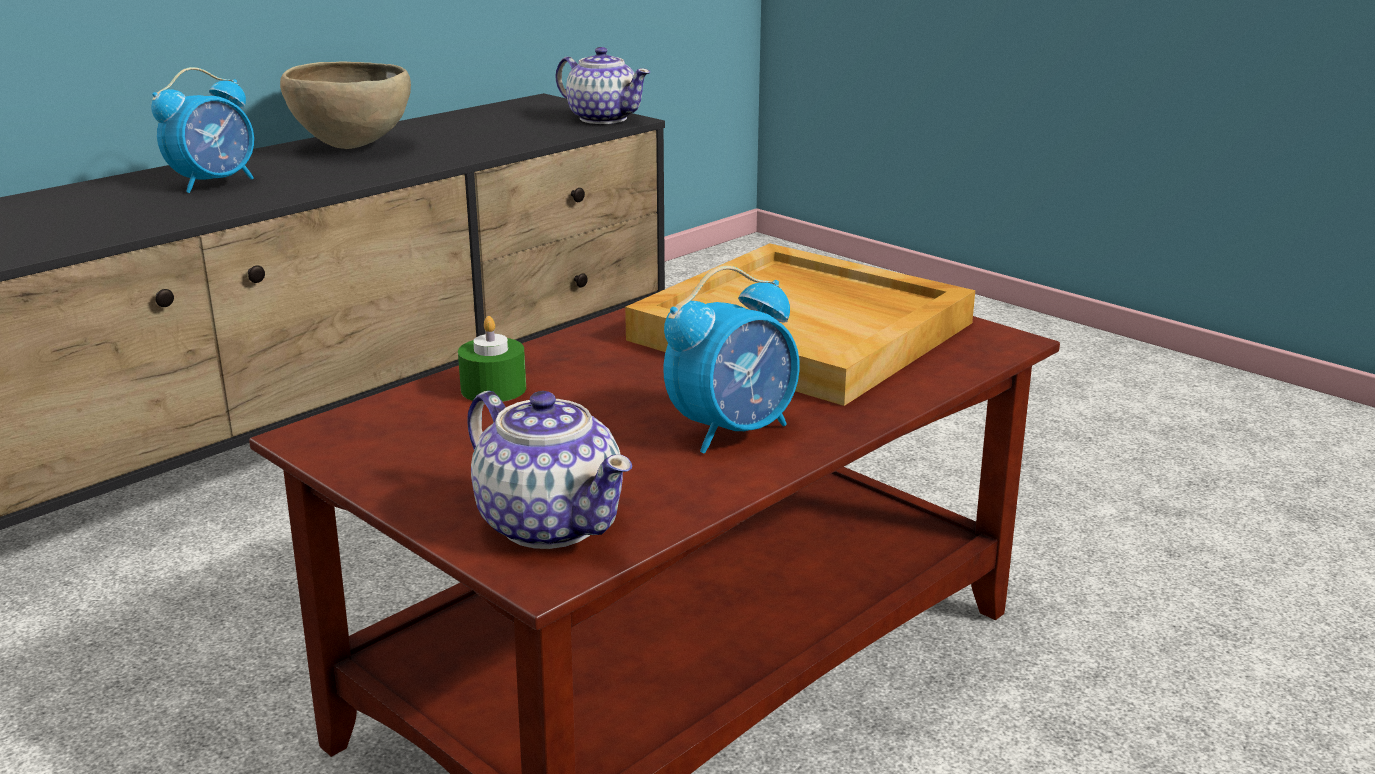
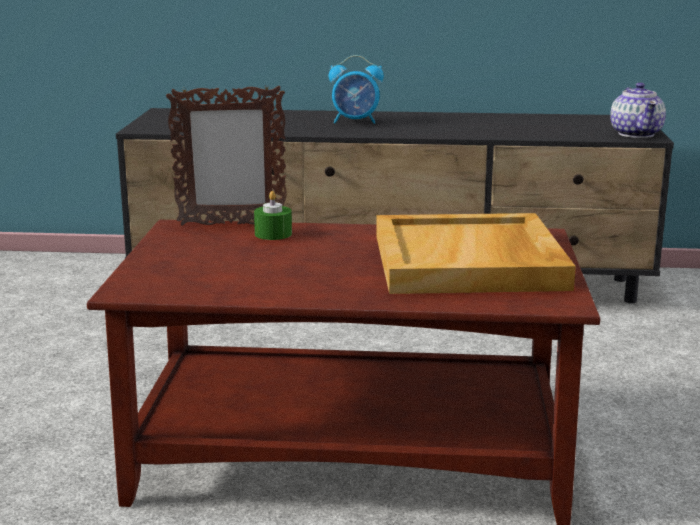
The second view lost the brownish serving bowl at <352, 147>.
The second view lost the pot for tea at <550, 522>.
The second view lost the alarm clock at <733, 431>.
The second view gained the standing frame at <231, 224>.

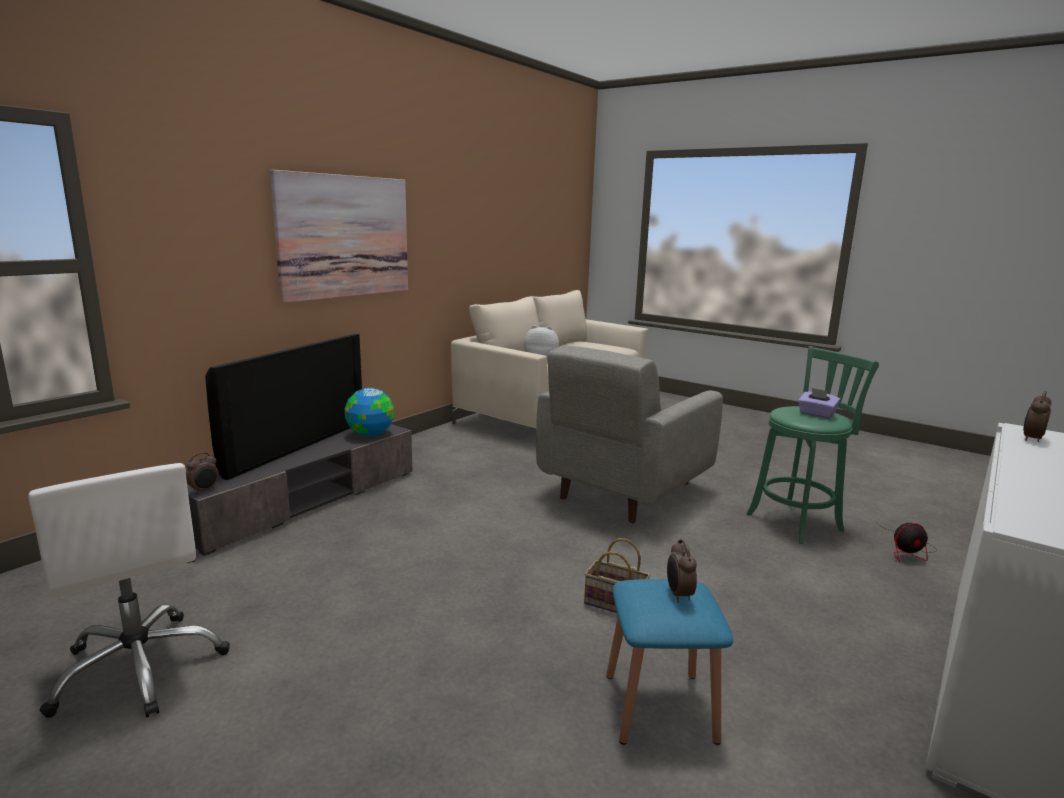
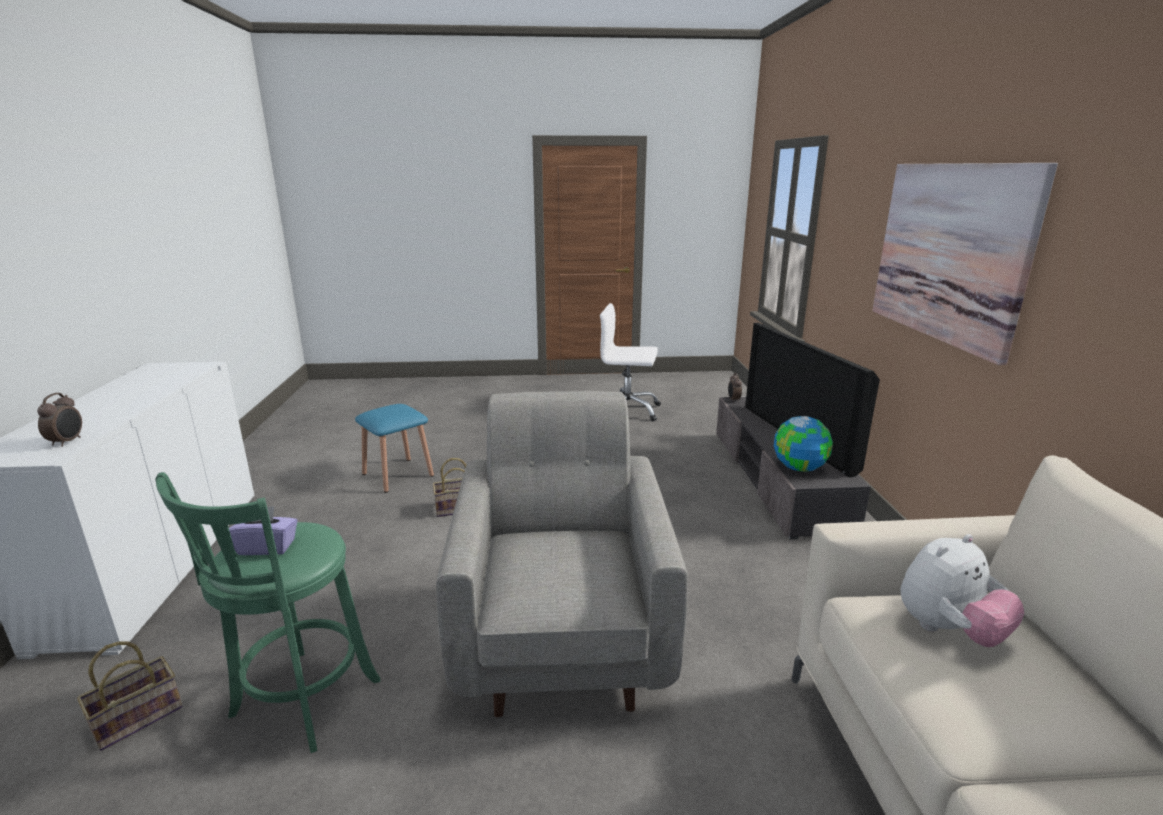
The second view lost the alarm clock at <678, 595>.
Where the cooling fan stood at <908, 551>, the storage basket came to stand at <139, 716>.

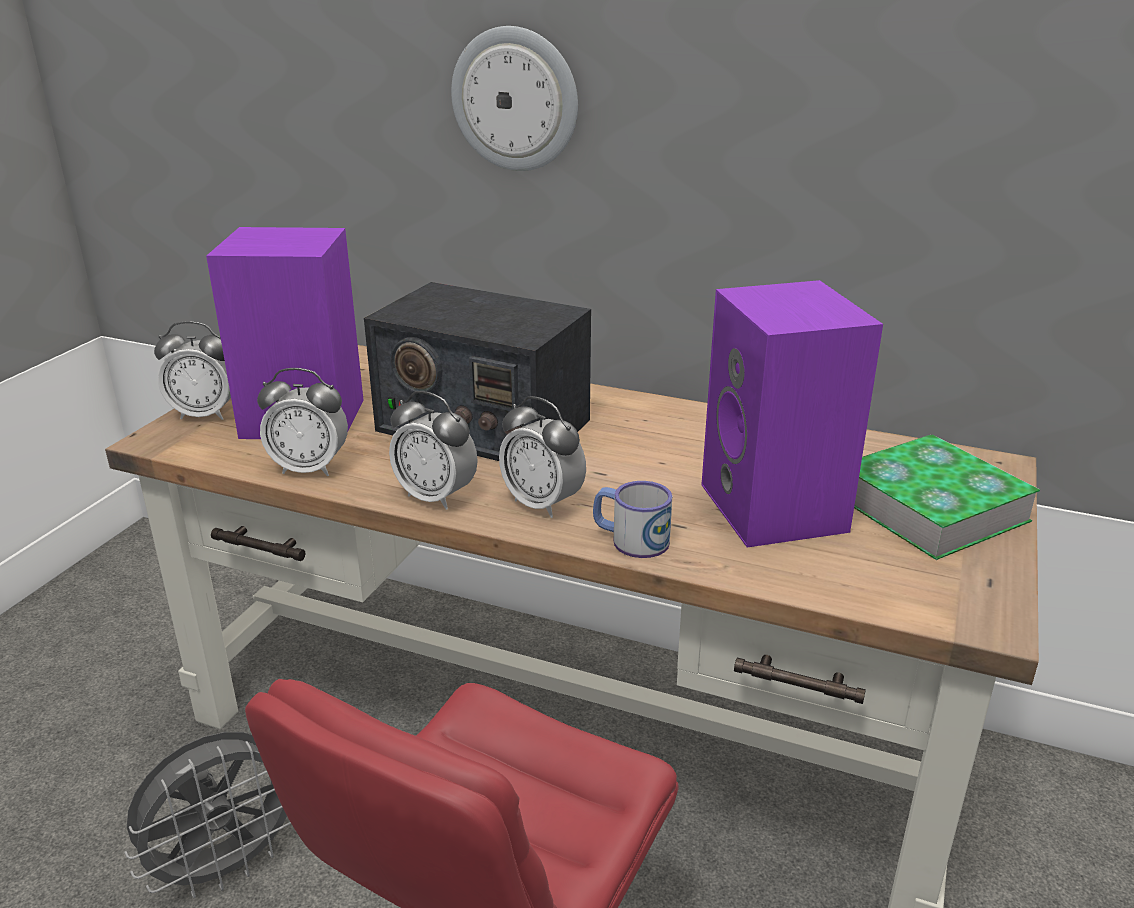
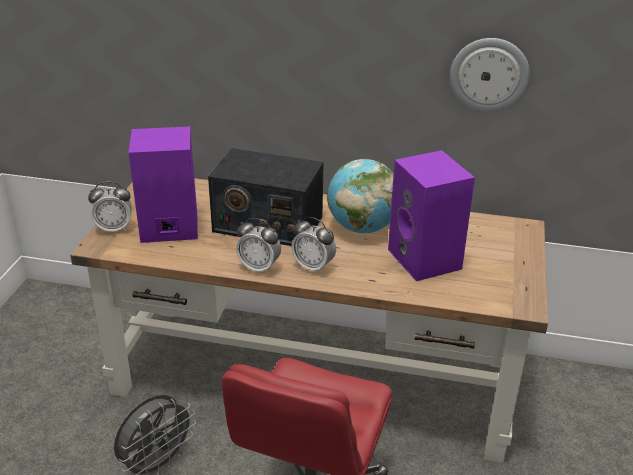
The second view lost the alarm clock at <309, 468>.
The hanging clock ended up elsewhere, having gone from <515, 99> to <489, 74>.
The second view lost the tea mug at <630, 539>.
The second view lost the volume at <929, 507>.
The second view gained the globe at <362, 228>.

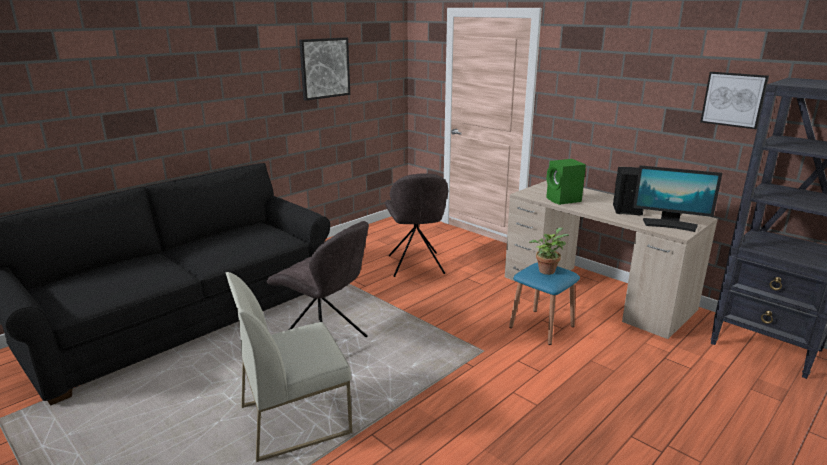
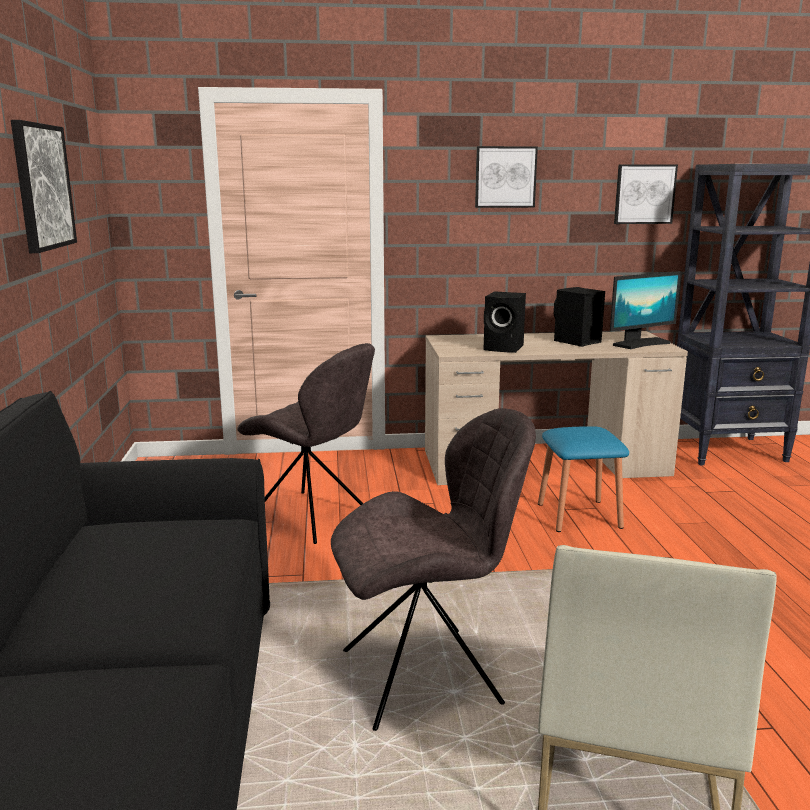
The second view lost the plant in a pot at <547, 270>.
What was the greenish loudspeaker at <563, 200> turned into the black loudspeaker at <505, 348>.
The second view gained the wall art at <505, 177>.

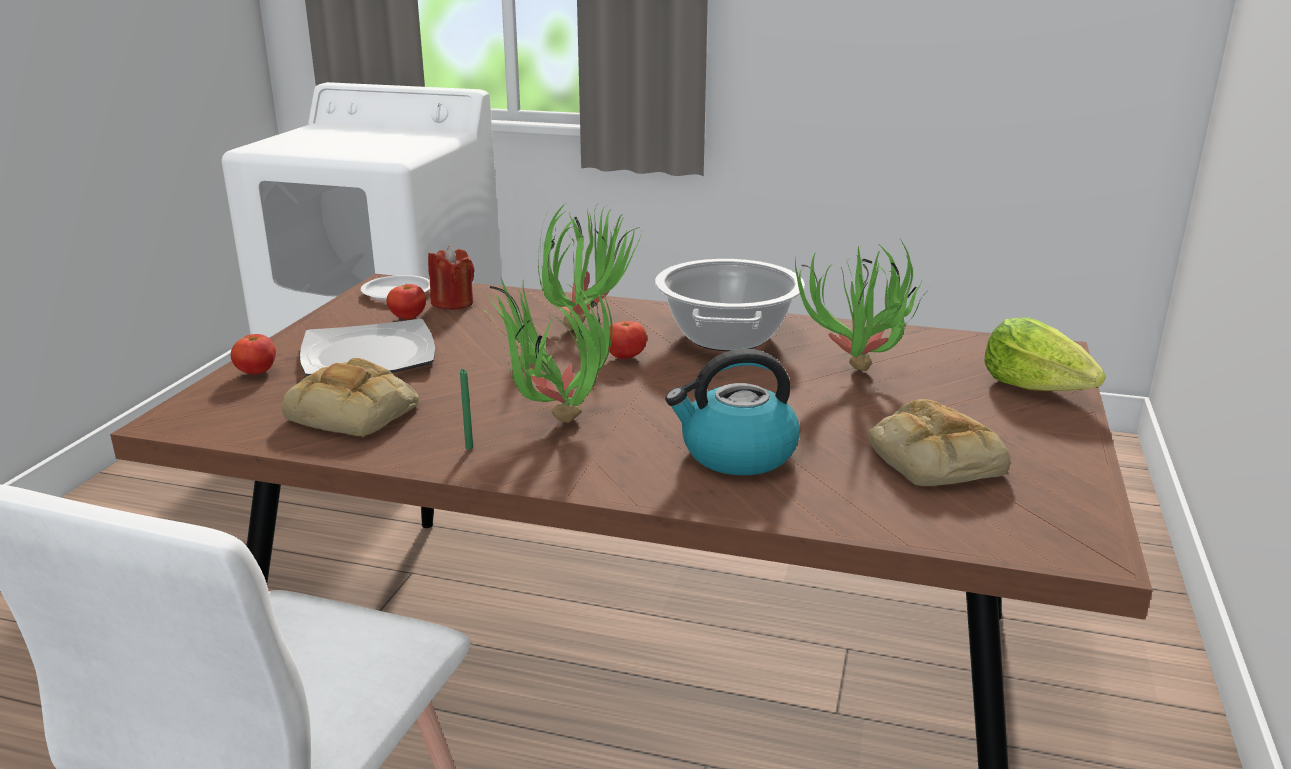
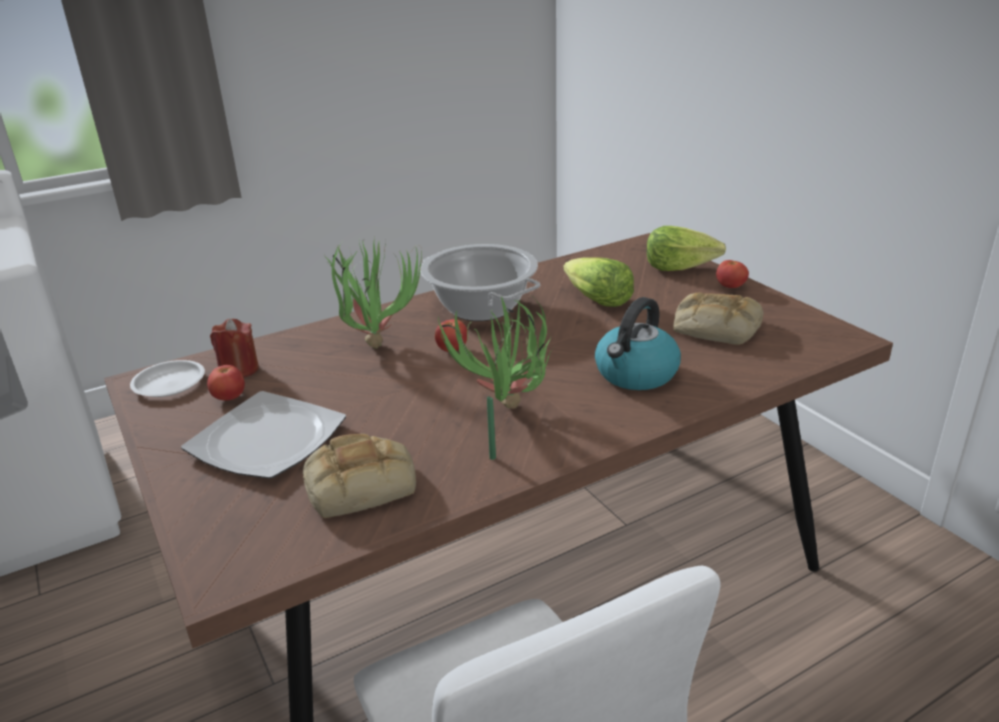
The whole tomato ended up elsewhere, having gone from <256, 373> to <730, 287>.
Where the plant in a pot stood at <857, 377>, the lettuce head came to stand at <596, 300>.

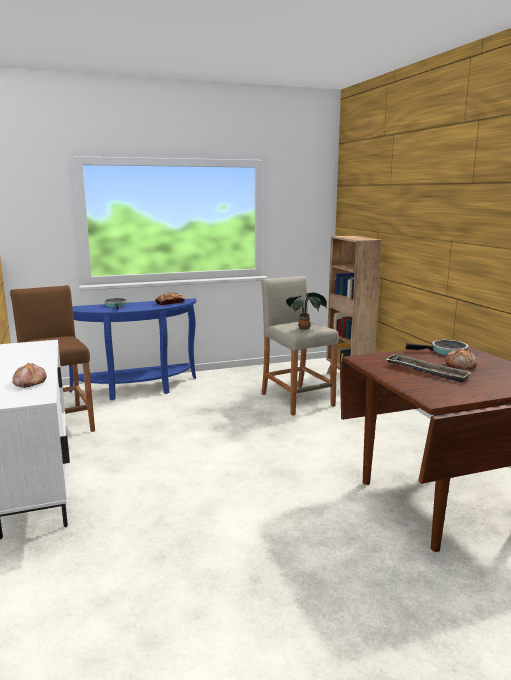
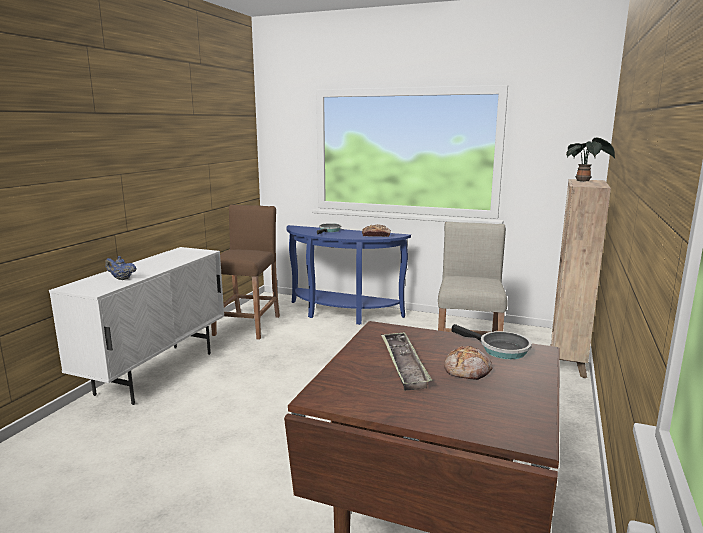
Where the baked bread stood at <29, 383>, the blue-coloured pot for tea came to stand at <121, 279>.
The plant in a pot ended up elsewhere, having gone from <305, 328> to <584, 181>.

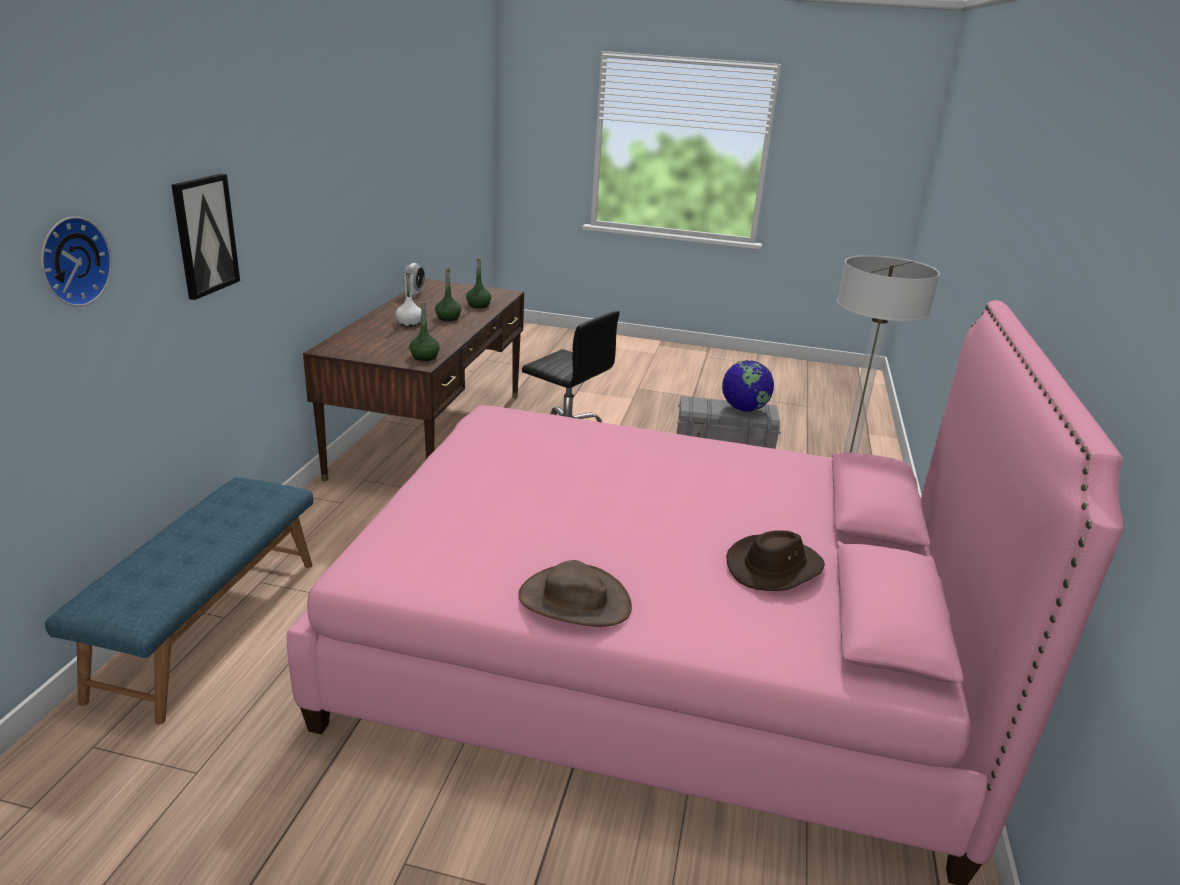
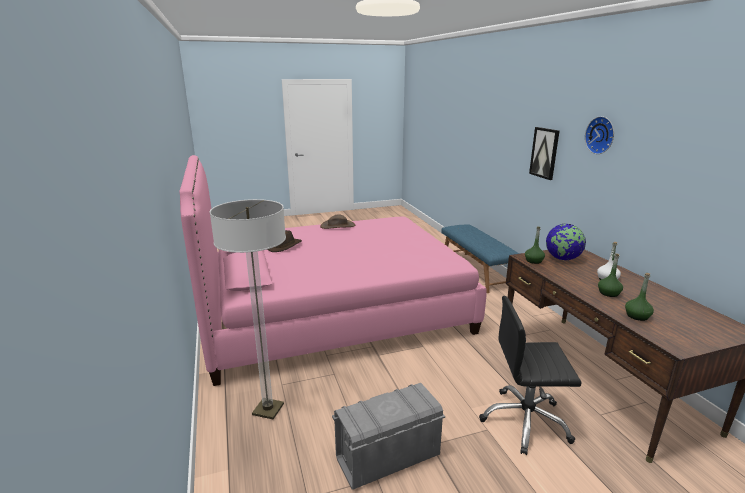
The hanging clock ended up elsewhere, having gone from <71, 261> to <601, 135>.
The second view lost the alarm clock at <414, 294>.
The globe ended up elsewhere, having gone from <744, 409> to <562, 259>.

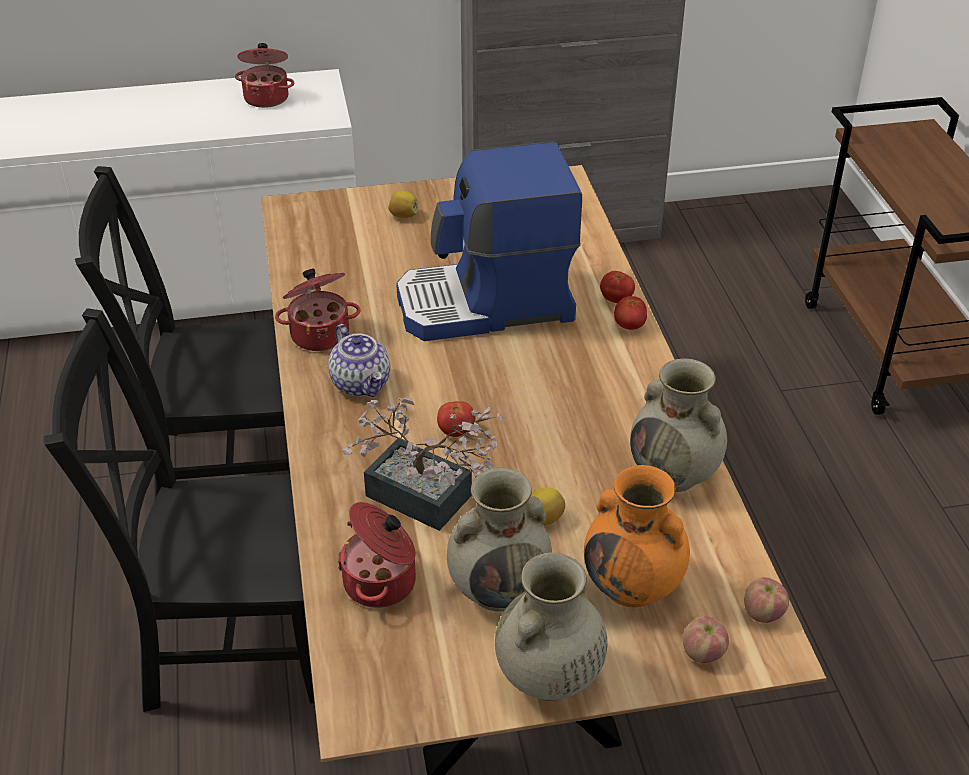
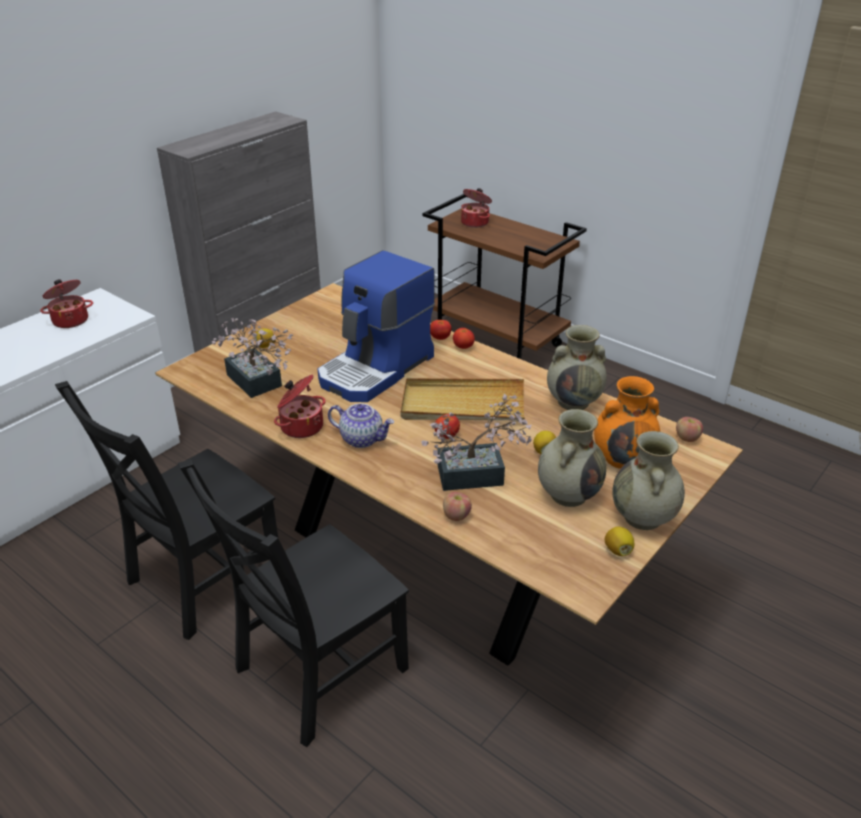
The cooking pot ended up elsewhere, having gone from <382, 582> to <475, 222>.
The apple ended up elsewhere, having gone from <703, 653> to <456, 516>.
The second view gained the plant in a pot at <257, 384>.
The second view gained the beige-coloured tray at <462, 405>.
The second view gained the lemon at <618, 550>.

